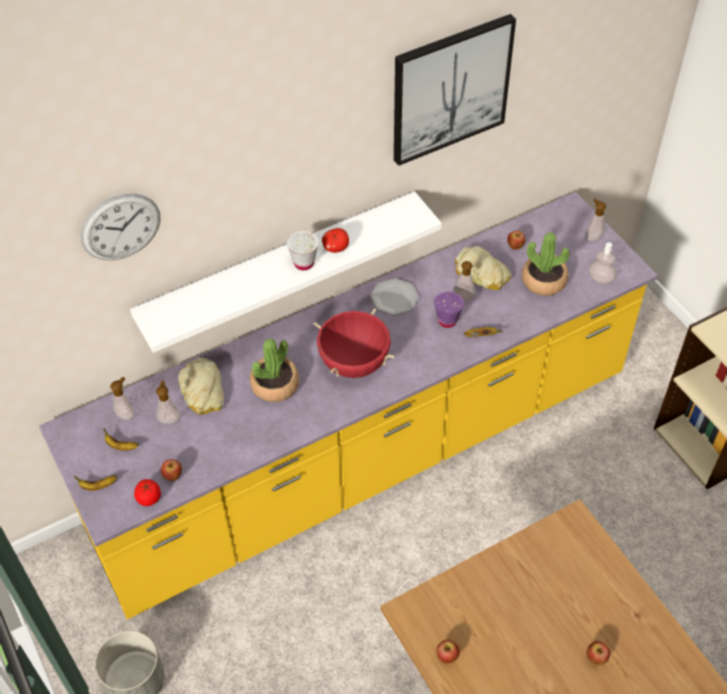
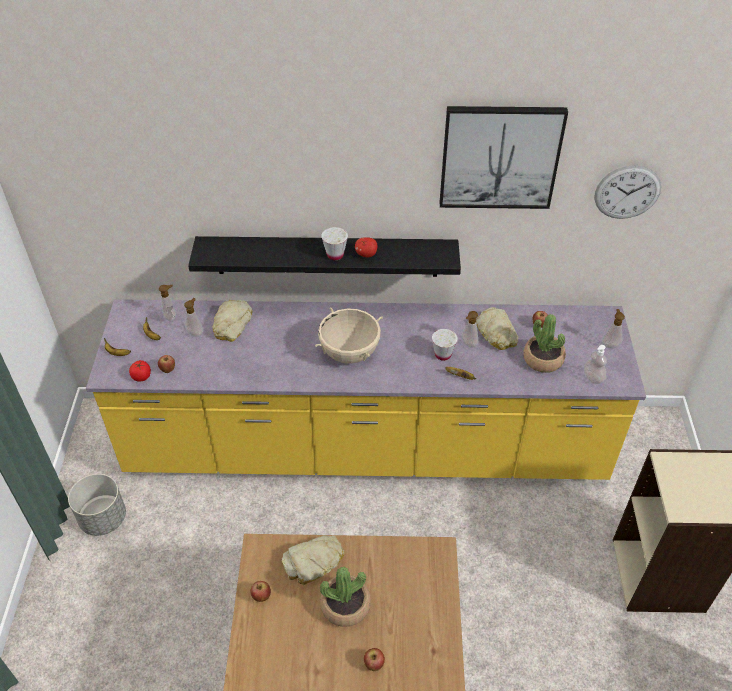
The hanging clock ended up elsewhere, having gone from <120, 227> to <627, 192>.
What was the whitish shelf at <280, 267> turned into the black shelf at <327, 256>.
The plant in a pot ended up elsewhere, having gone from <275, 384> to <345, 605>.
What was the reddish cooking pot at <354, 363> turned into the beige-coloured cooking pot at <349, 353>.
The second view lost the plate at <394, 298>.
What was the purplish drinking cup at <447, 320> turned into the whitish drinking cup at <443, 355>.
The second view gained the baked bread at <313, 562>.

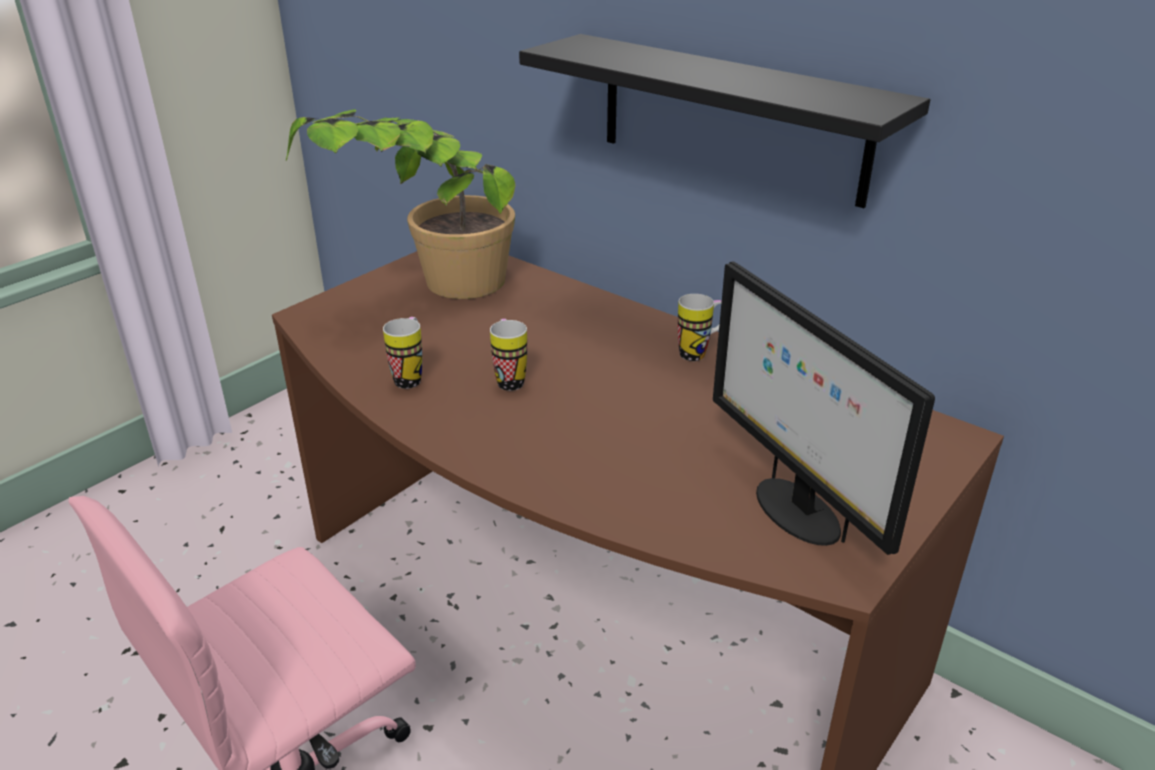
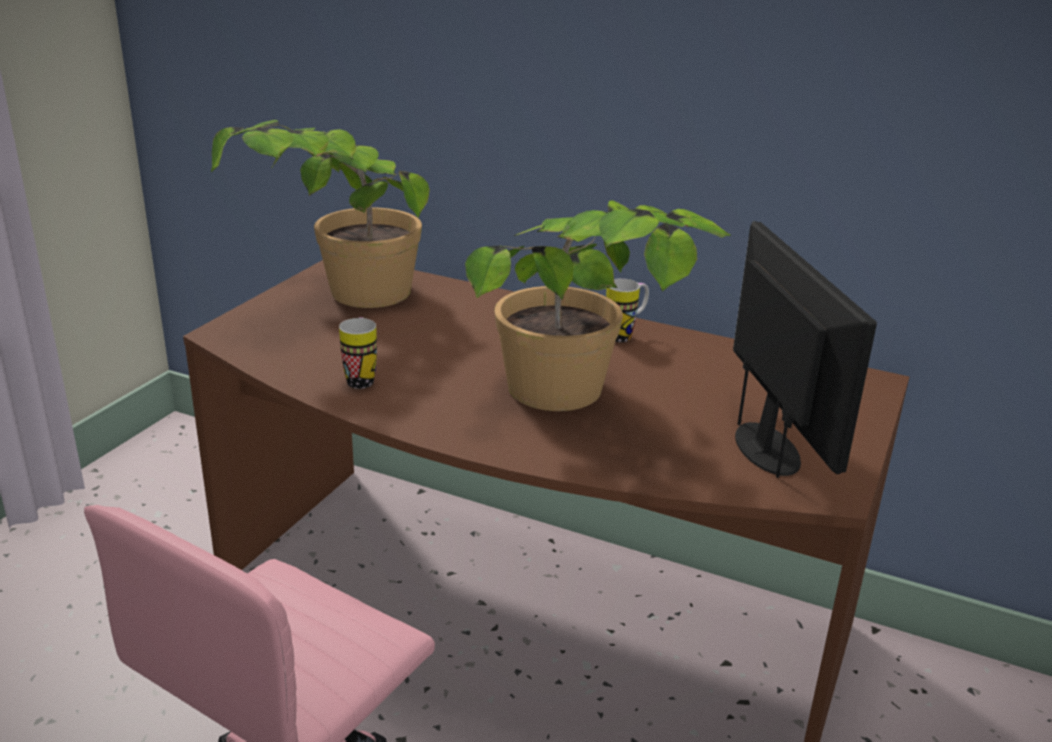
The second view lost the tea mug at <509, 379>.
The second view lost the black shelf at <731, 118>.
The monitor at <794, 510> ended up facing another way, 150 degrees counterclockwise from before.
The second view gained the plant in a pot at <577, 412>.

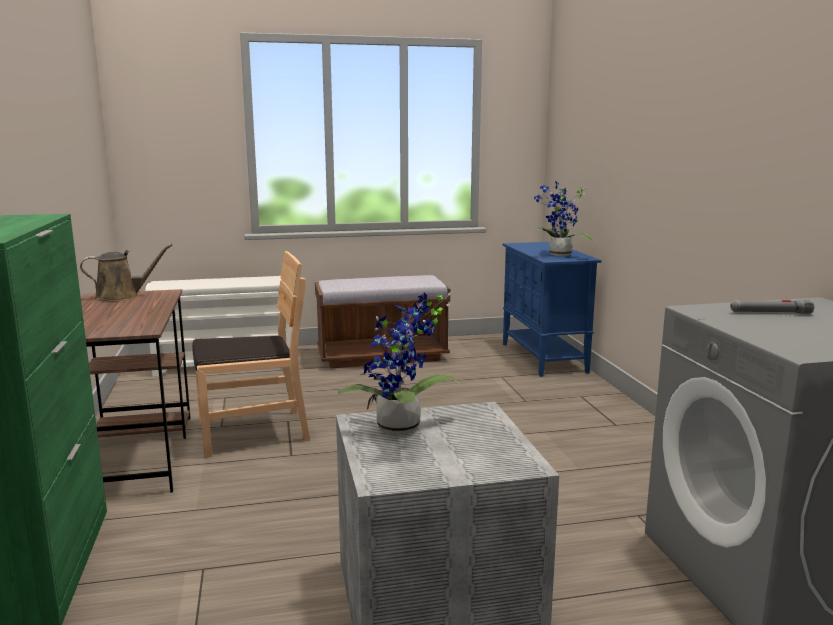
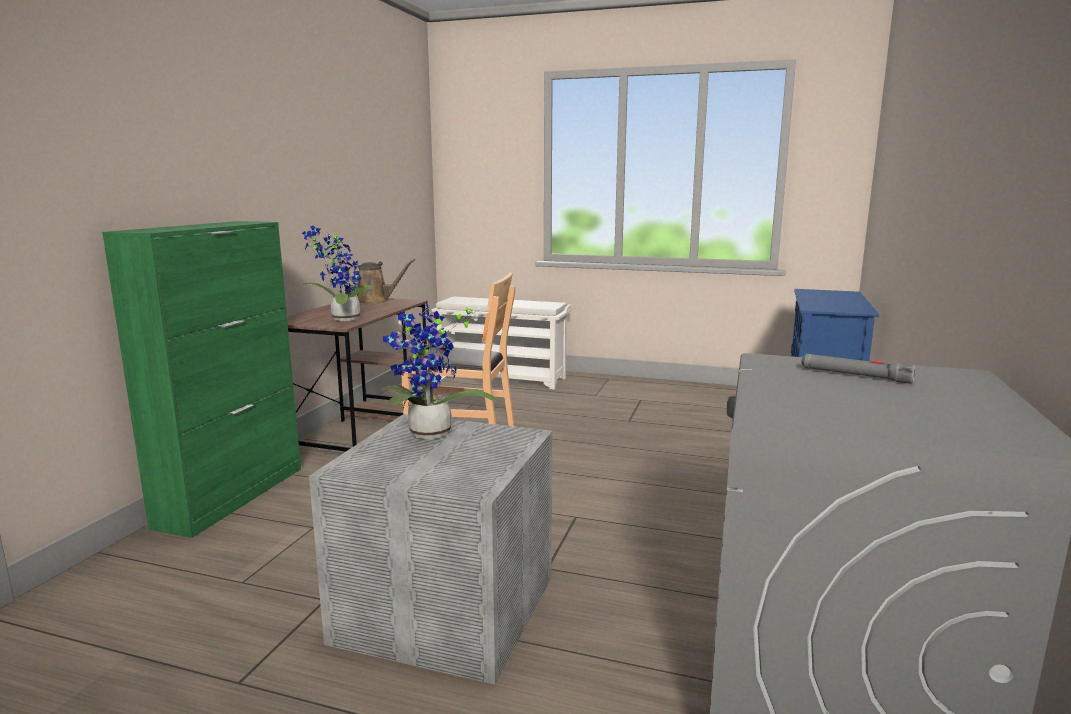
The second view lost the brownish bench at <381, 356>.
The plant in a pot ended up elsewhere, having gone from <558, 255> to <342, 319>.

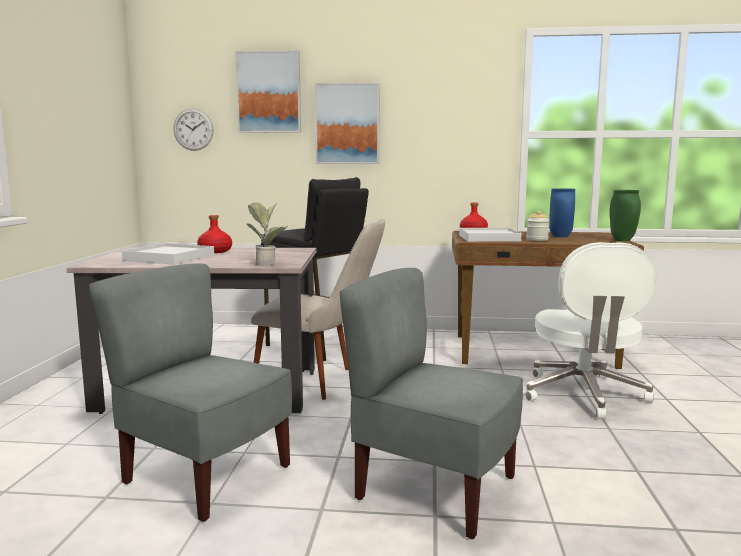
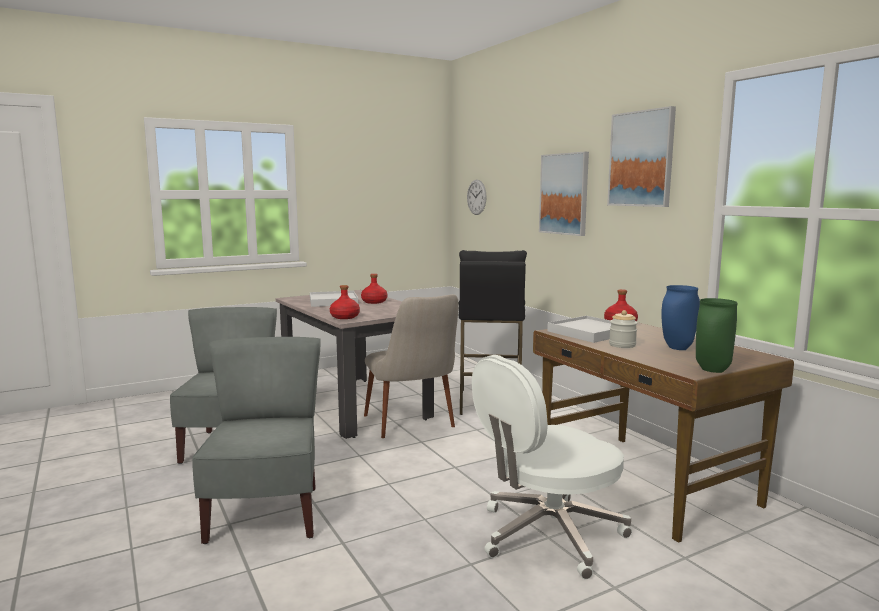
The wall art ended up elsewhere, having gone from <269, 92> to <641, 159>.
Where the plant in a pot stood at <268, 263>, the reddish drink bottle came to stand at <344, 317>.

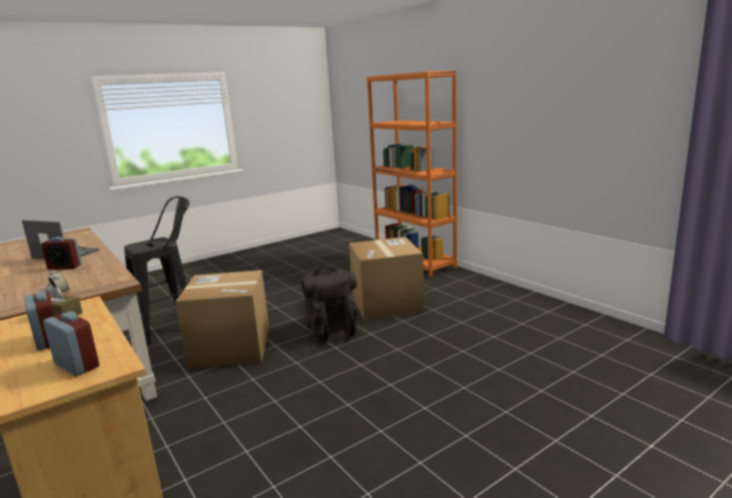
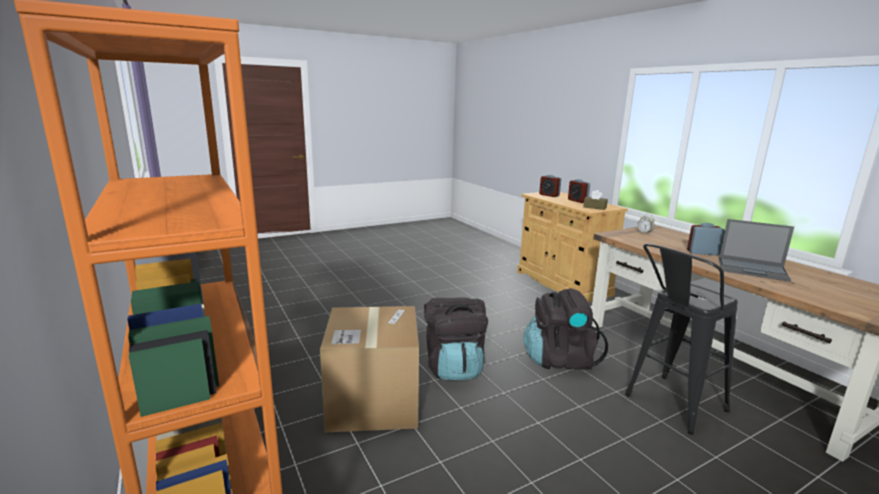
Where the carton stood at <231, 348>, the black knapsack came to stand at <559, 359>.

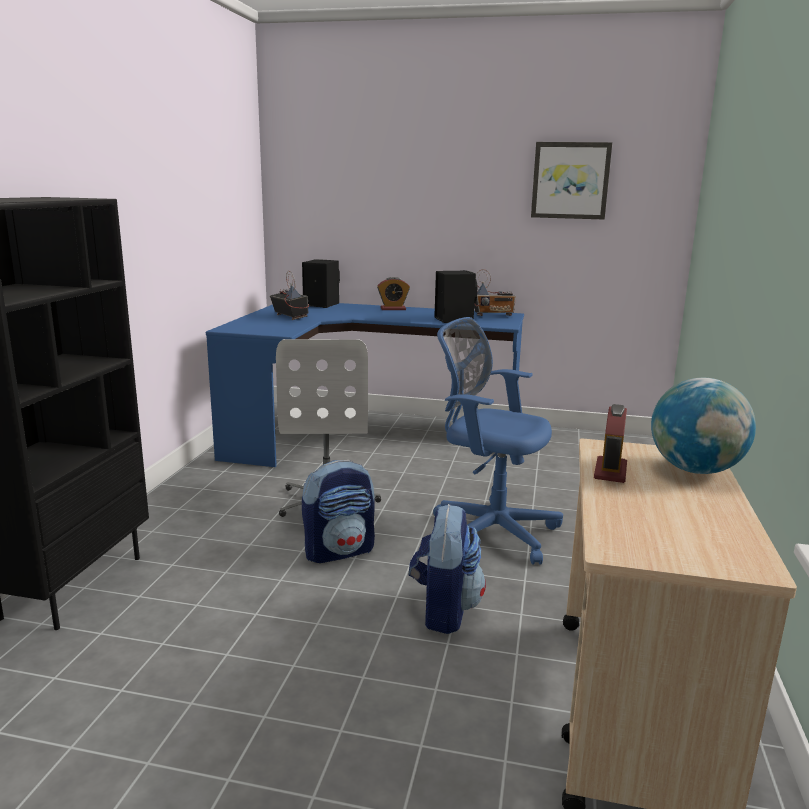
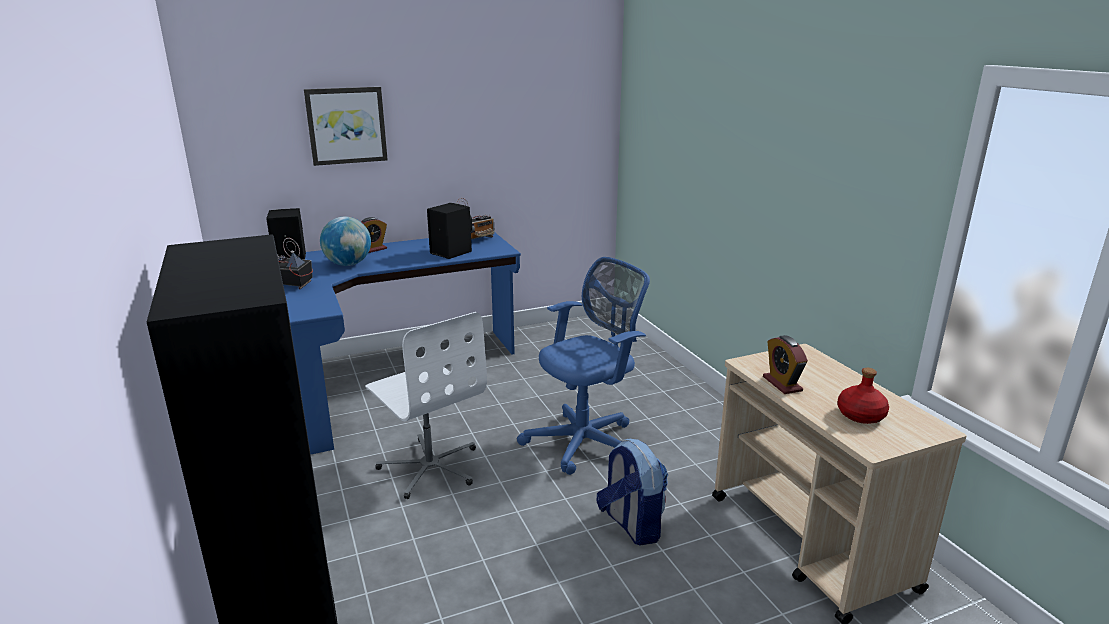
The second view lost the knapsack at <339, 551>.
The blue-coloured office chair at <490, 530> ended up facing another way, 150 degrees clockwise from before.
The wall art ended up elsewhere, having gone from <570, 180> to <346, 125>.
The globe ended up elsewhere, having gone from <695, 470> to <348, 264>.
The second view gained the reddish drink bottle at <861, 415>.

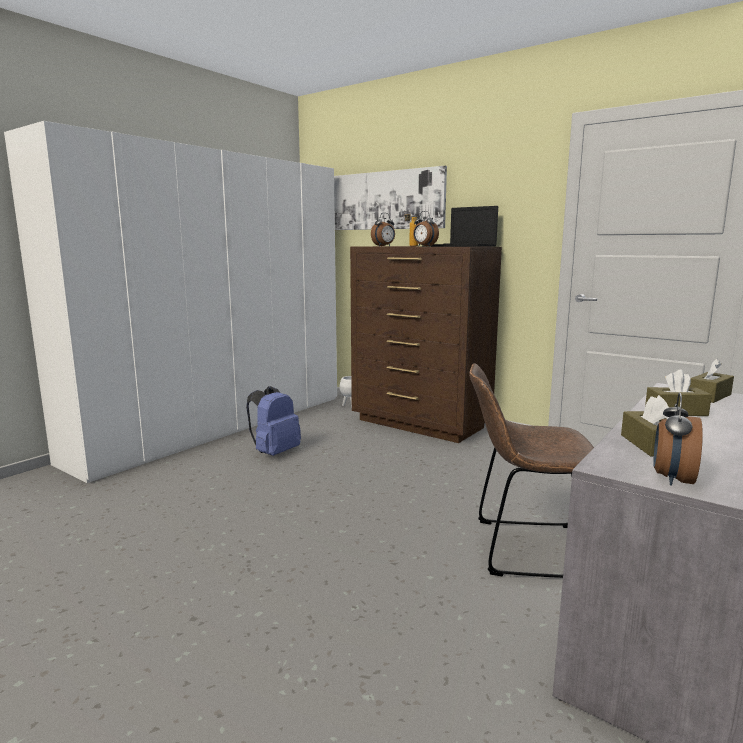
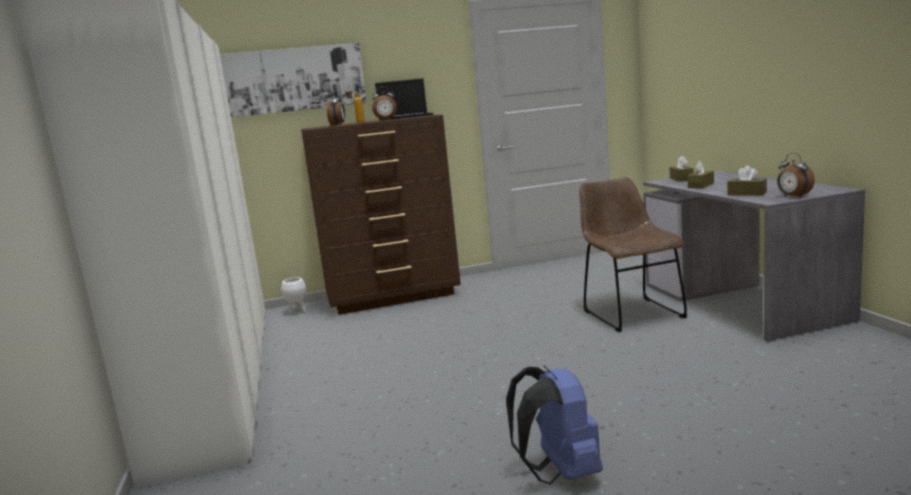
The blue-coloured knapsack ended up elsewhere, having gone from <274, 452> to <560, 473>.
The brownish plain chair at <526, 549> ended up facing another way, 120 degrees clockwise from before.

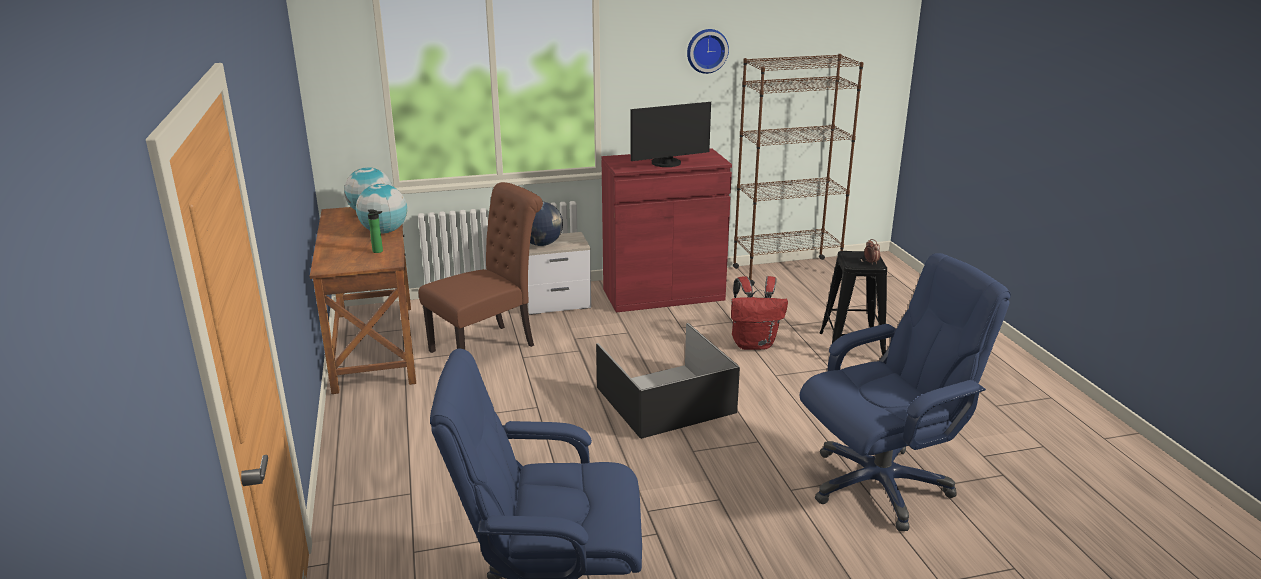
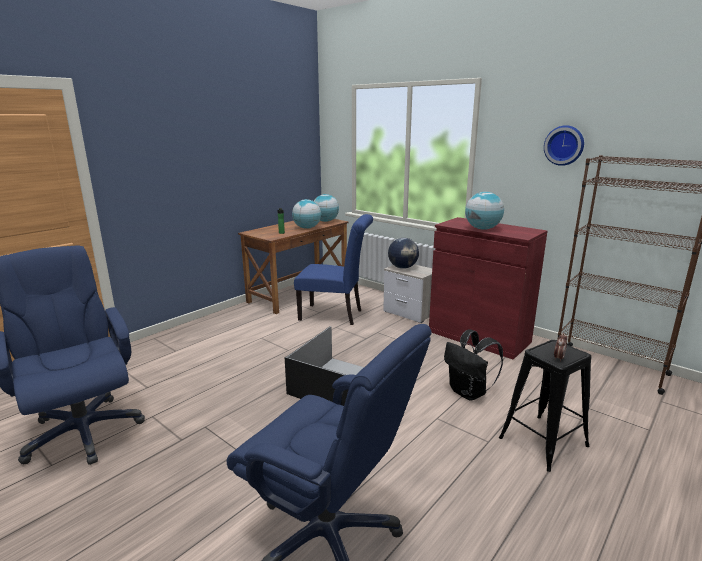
What was the brownish plain chair at <488, 346> turned into the blue-coloured plain chair at <335, 315>.
Where the monitor stood at <667, 164>, the globe came to stand at <482, 229>.
What was the reddish knapsack at <754, 344> turned into the black knapsack at <469, 393>.

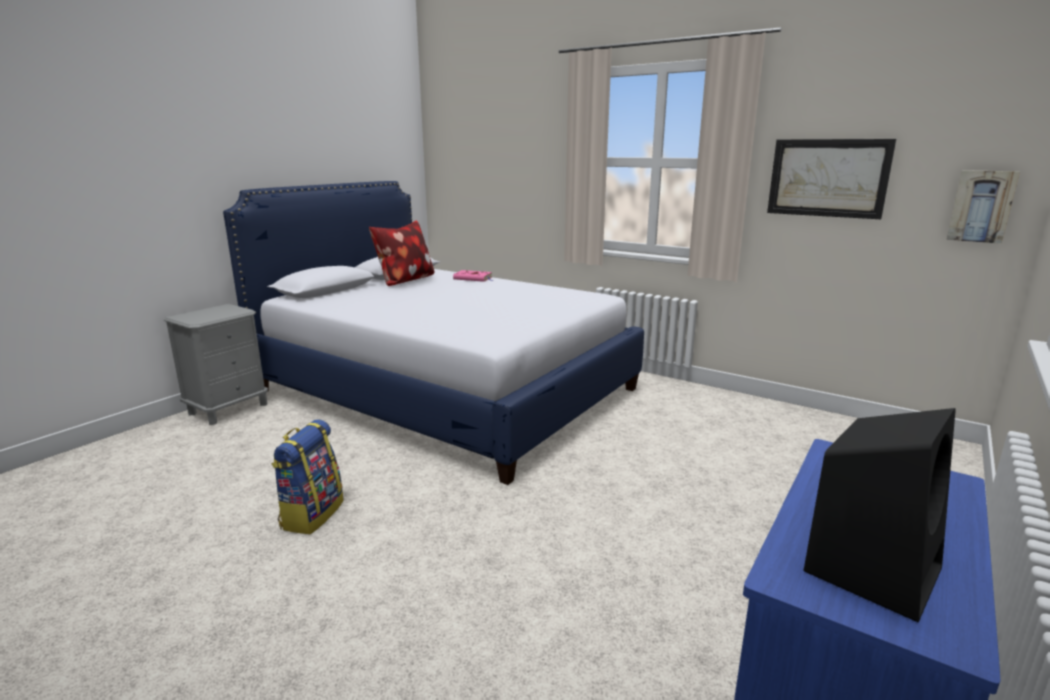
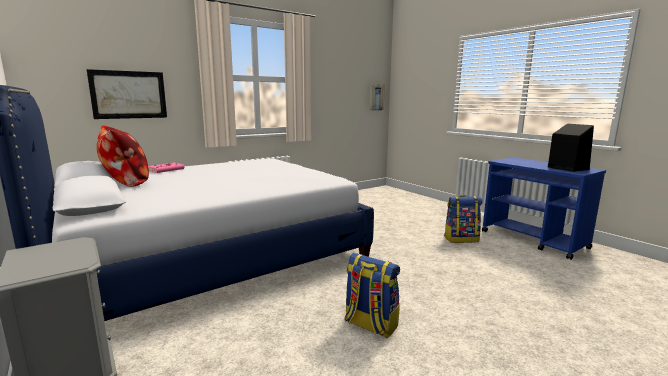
The wall art ended up elsewhere, having gone from <828, 178> to <129, 95>.
The second view gained the knapsack at <461, 239>.

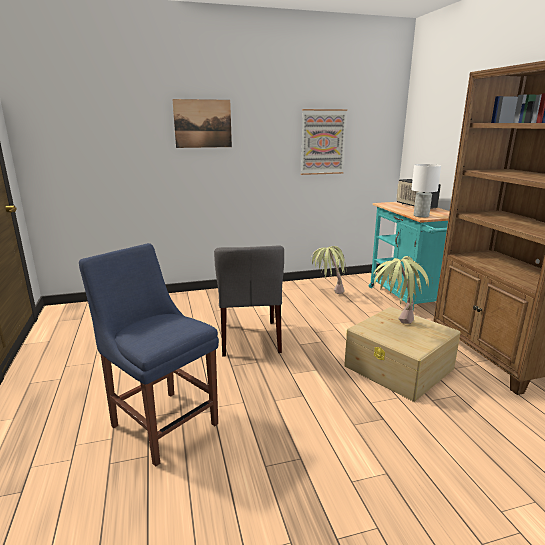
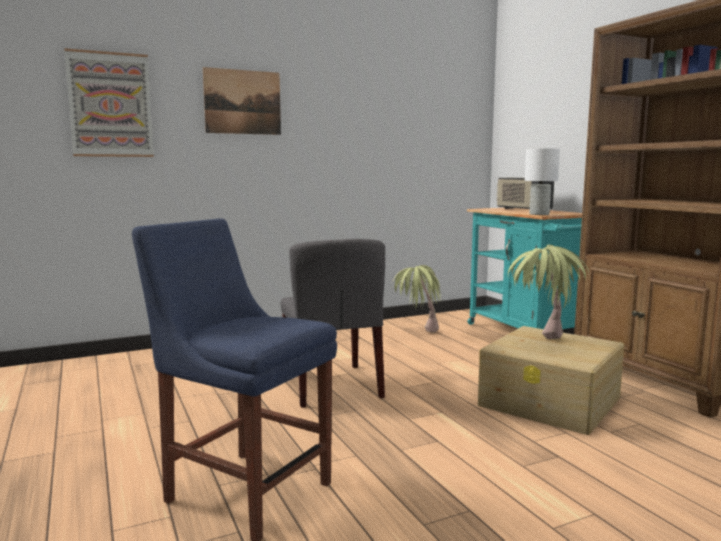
The wall art ended up elsewhere, having gone from <323, 142> to <110, 105>.

